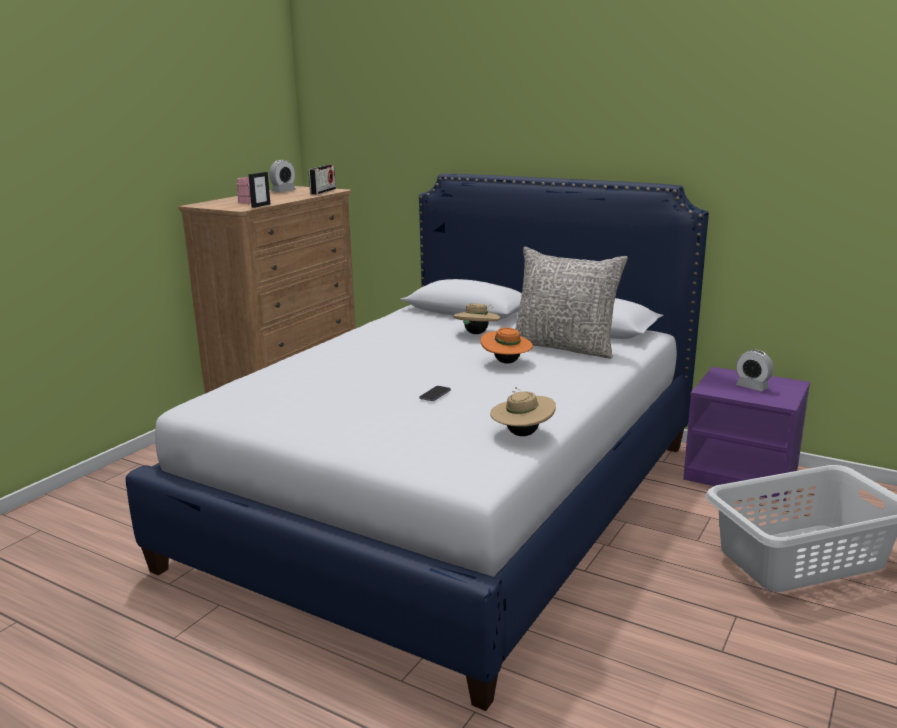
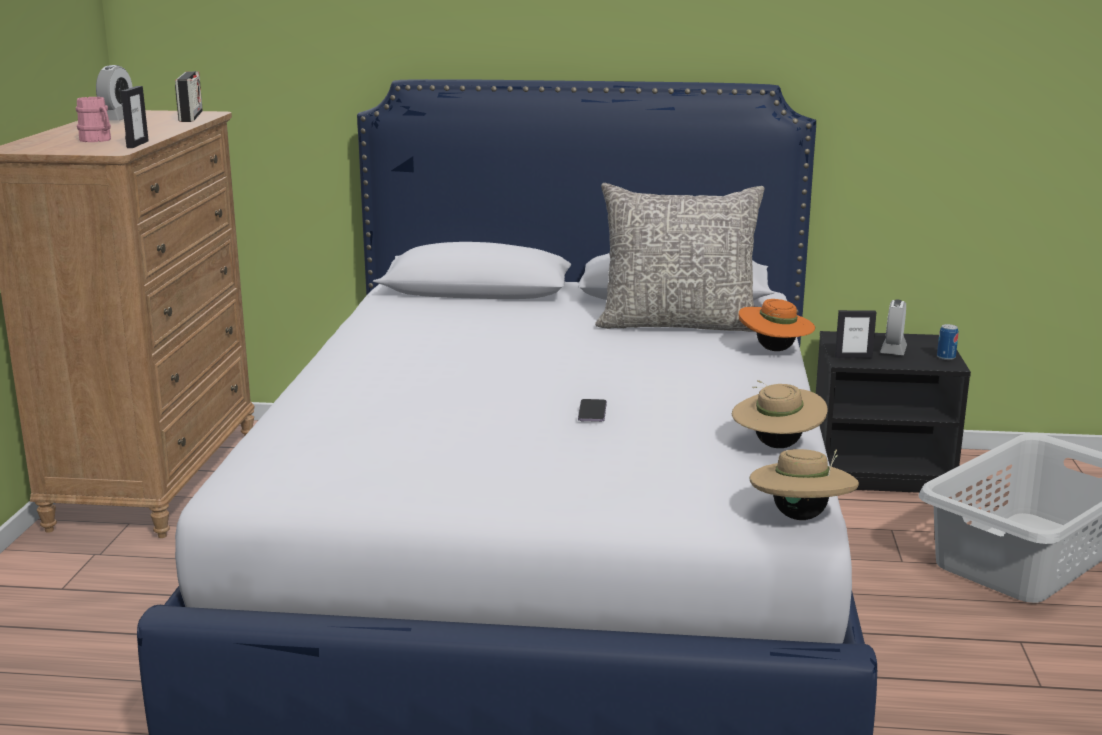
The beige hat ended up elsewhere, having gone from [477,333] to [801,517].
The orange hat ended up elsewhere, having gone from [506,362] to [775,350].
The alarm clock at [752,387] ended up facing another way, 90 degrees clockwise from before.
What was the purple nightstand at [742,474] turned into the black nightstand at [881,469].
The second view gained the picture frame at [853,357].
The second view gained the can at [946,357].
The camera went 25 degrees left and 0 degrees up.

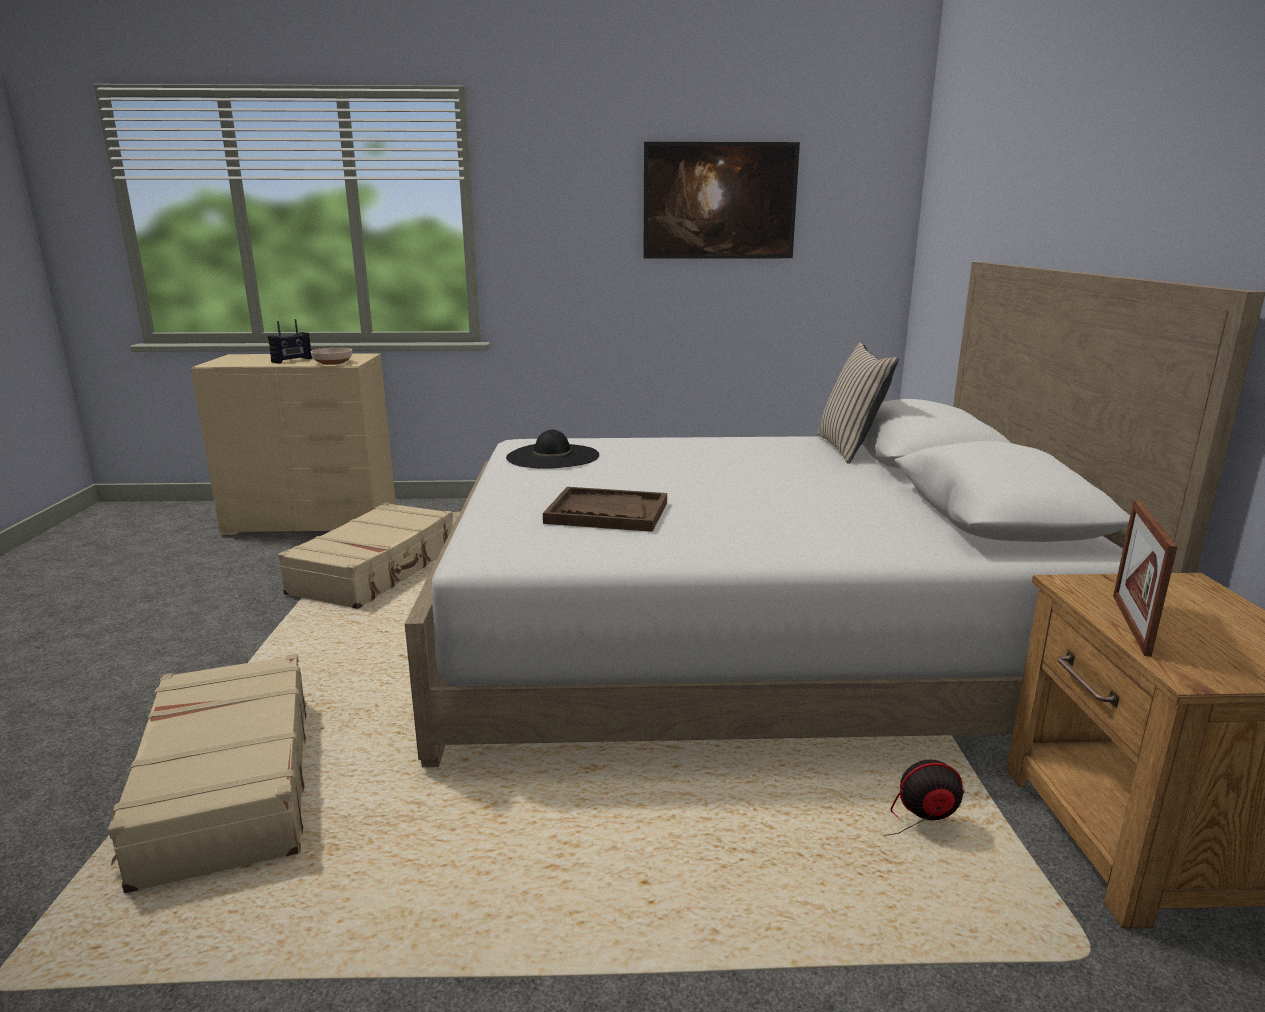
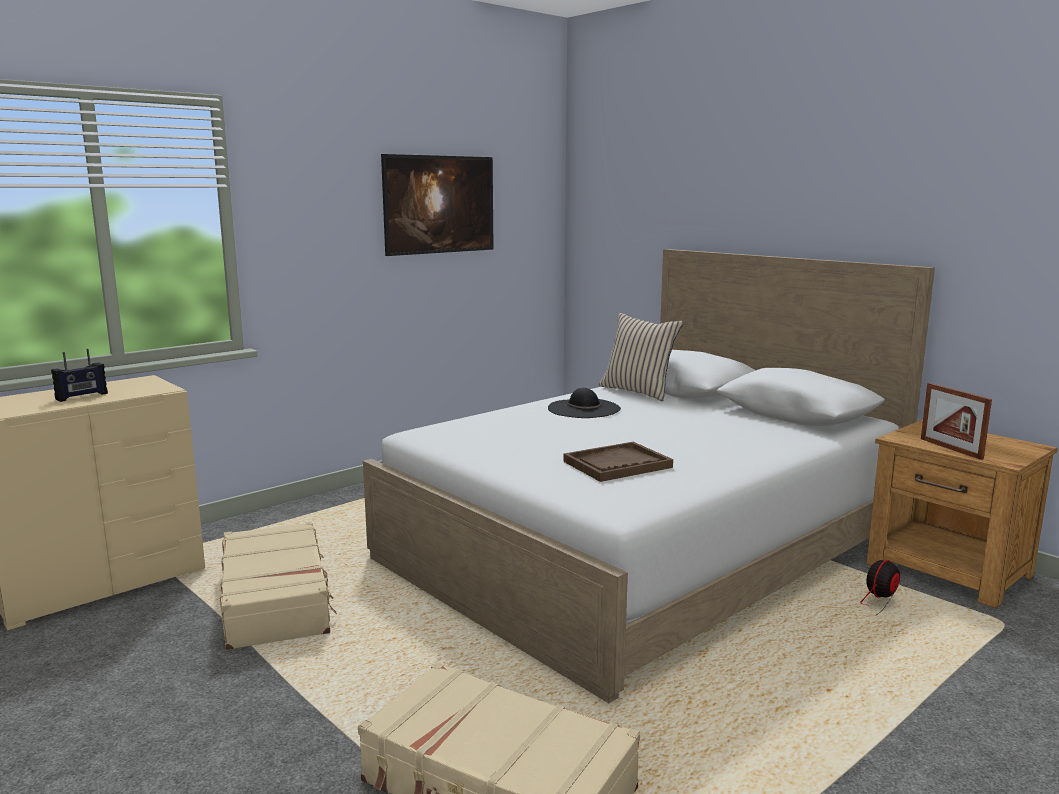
The radio at [292,360] ended up facing another way, 45 degrees clockwise from before.
The second view lost the bowl at [333,362].
The black hat ended up elsewhere, having gone from [553,456] to [584,408].
The camera went 40 degrees left and 5 degrees down.

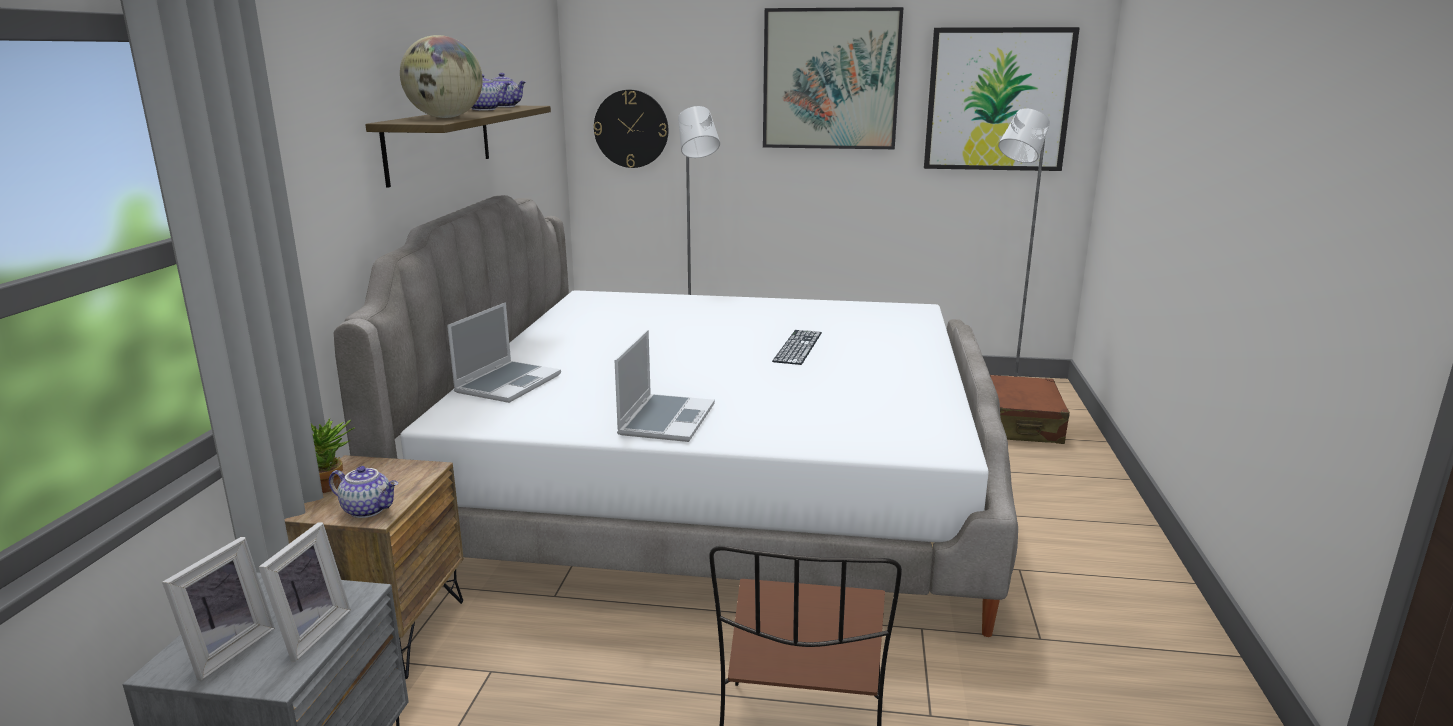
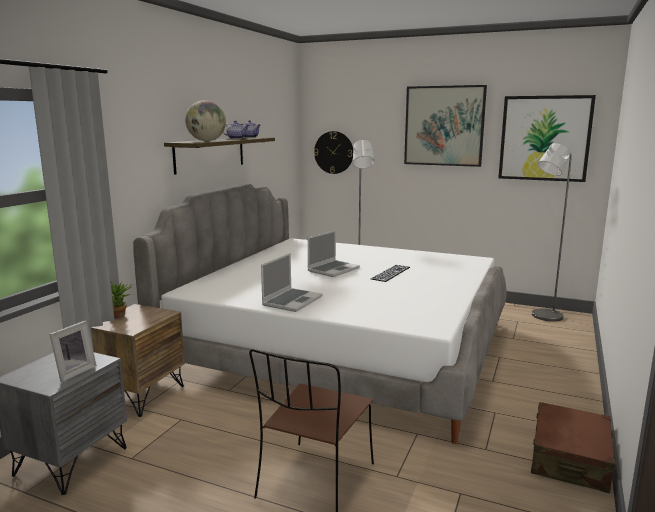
The laptop ended up elsewhere, having gone from [508,383] to [333,269].
The brown suitcase ended up elsewhere, having gone from [1020,424] to [569,459].
The second view lost the teapot at [368,509].
The second view lost the picture frame at [225,649].
The camera went 15 degrees right and 5 degrees down.

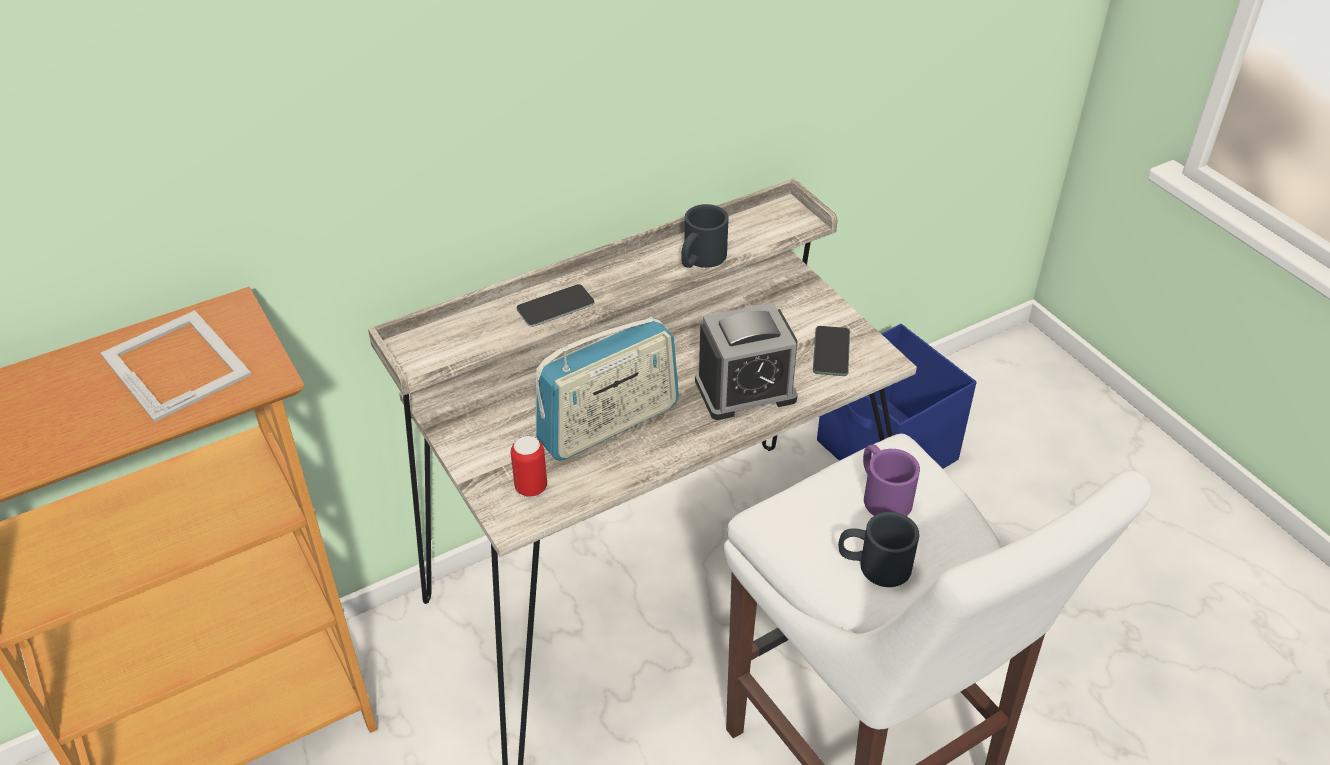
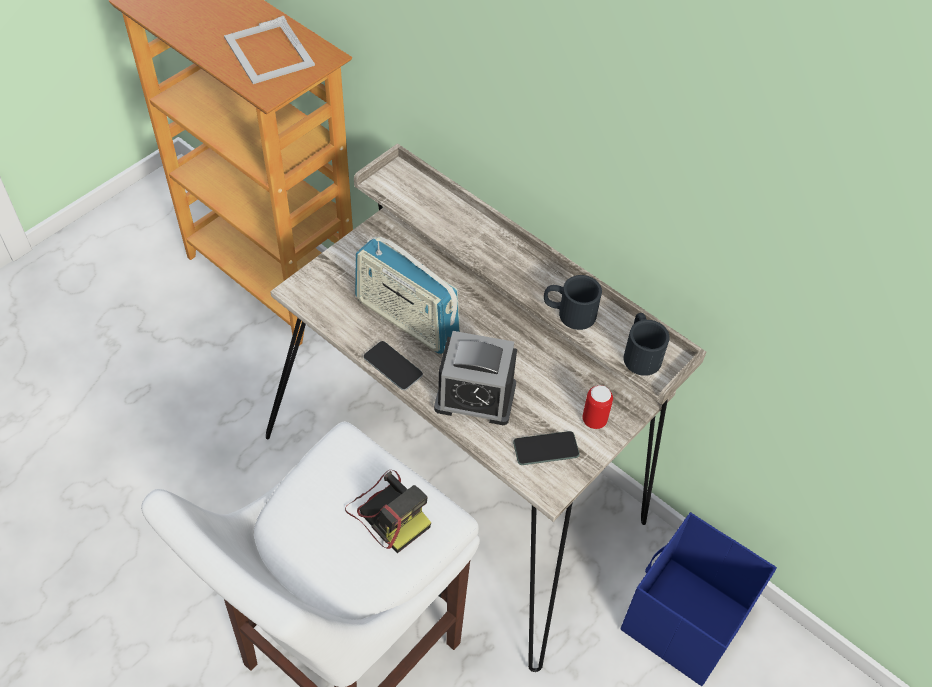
The phone ended up elsewhere, having gone from [555,306] to [393,366].
The alarm clock at [745,390] ended up facing another way, 45 degrees counterclockwise from before.
The picture frame at [176,363] ended up facing another way, 120 degrees clockwise from before.
The can ended up elsewhere, having gone from [531,487] to [594,420].
Where the purple mug stood at [882,494], the photo camera came to stand at [389,512].
The black mug ended up elsewhere, having gone from [873,565] to [640,352].
The camera went 70 degrees right and 10 degrees up.

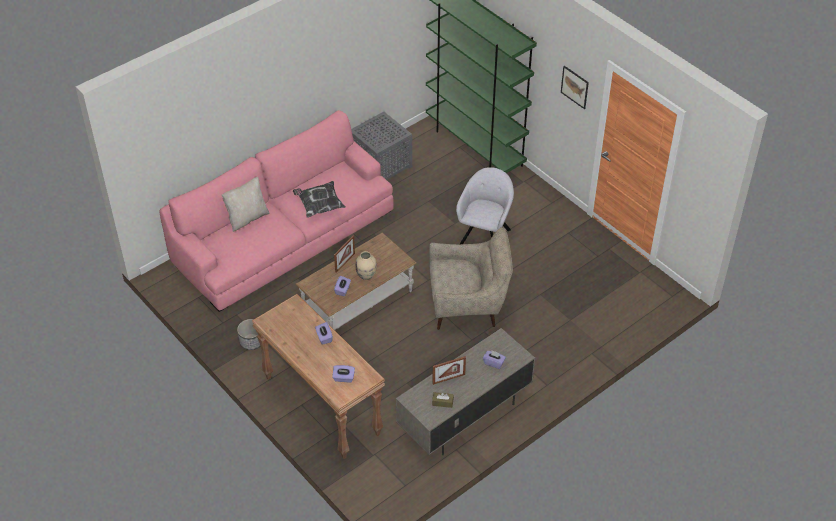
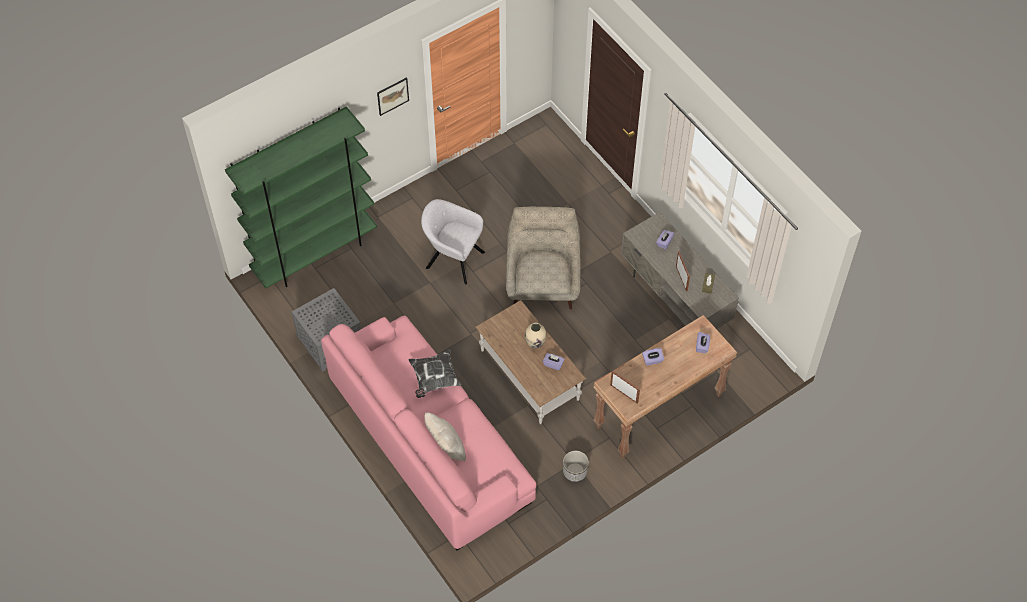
The picture frame ended up elsewhere, having gone from [345,262] to [624,393].
The camera went 85 degrees left and 10 degrees up.

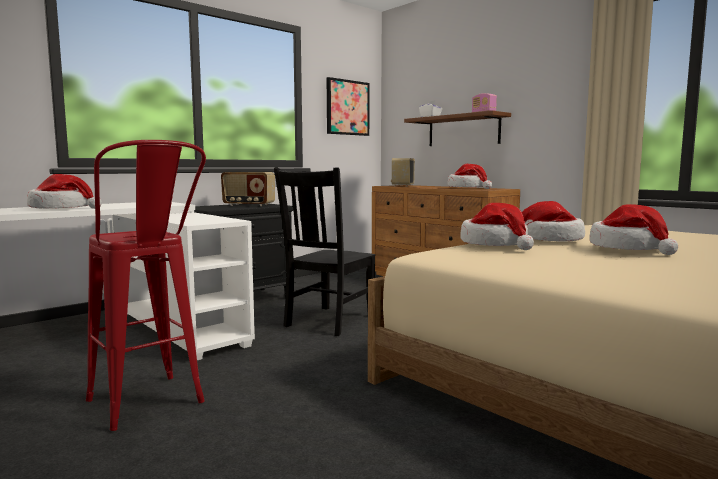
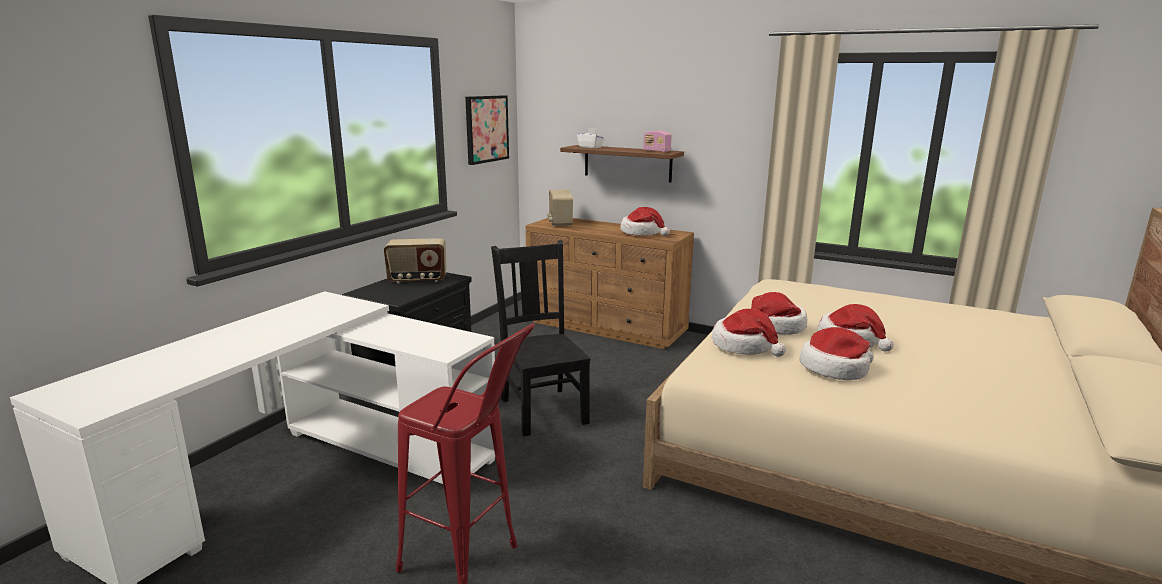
The black chair at [328,321] ended up facing another way, 150 degrees clockwise from before.
The hat ended up elsewhere, having gone from [62,208] to [835,369].
The camera went 20 degrees left and 10 degrees up.

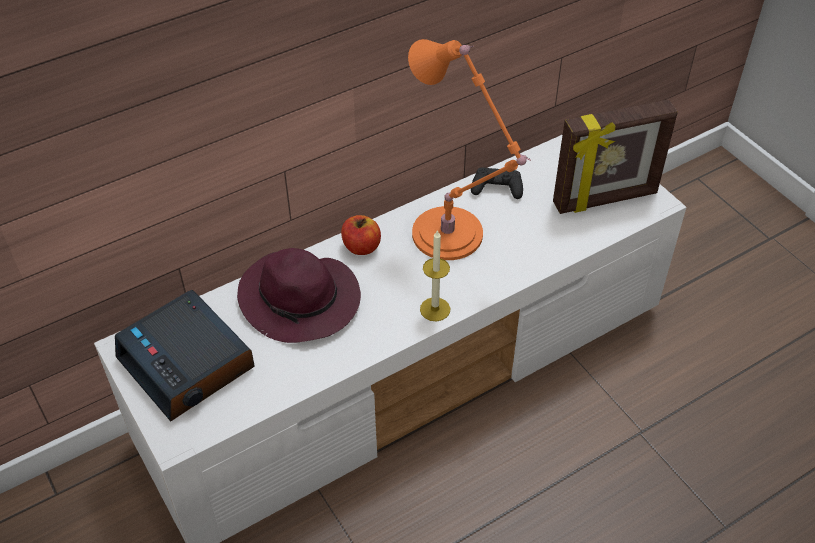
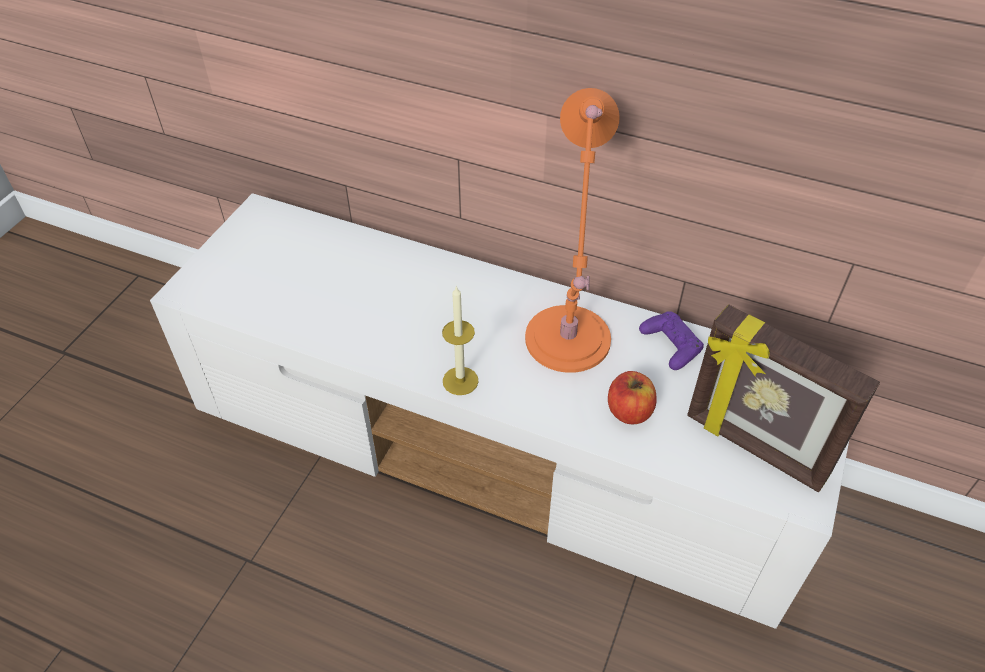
What was the black game controller at [497,188] turned into the purple game controller at [671,345].
The apple ended up elsewhere, having gone from [361,247] to [629,411].
The second view lost the purple hat at [301,301].
The second view lost the alarm clock at [188,363].
The camera went 55 degrees right and 0 degrees up.

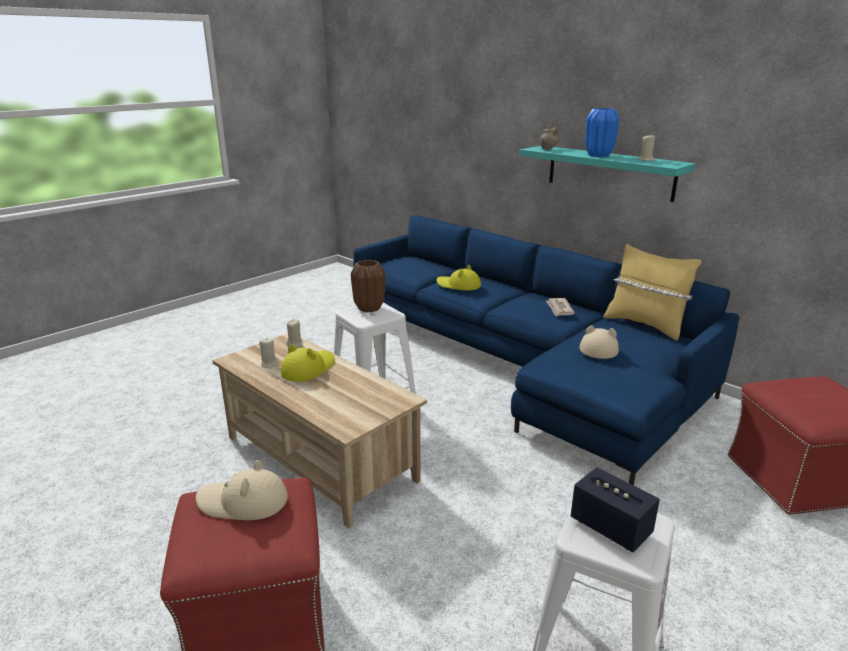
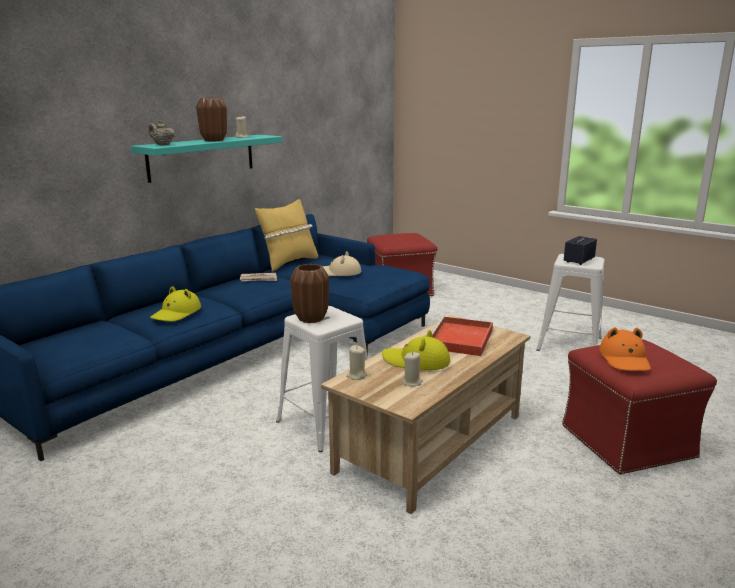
What was the blue vase at [598,155] turned into the brown vase at [214,140].
What was the beige hat at [243,502] turned into the orange hat at [625,359].
The second view gained the red tray at [460,340].
The camera went 95 degrees left and 5 degrees down.

